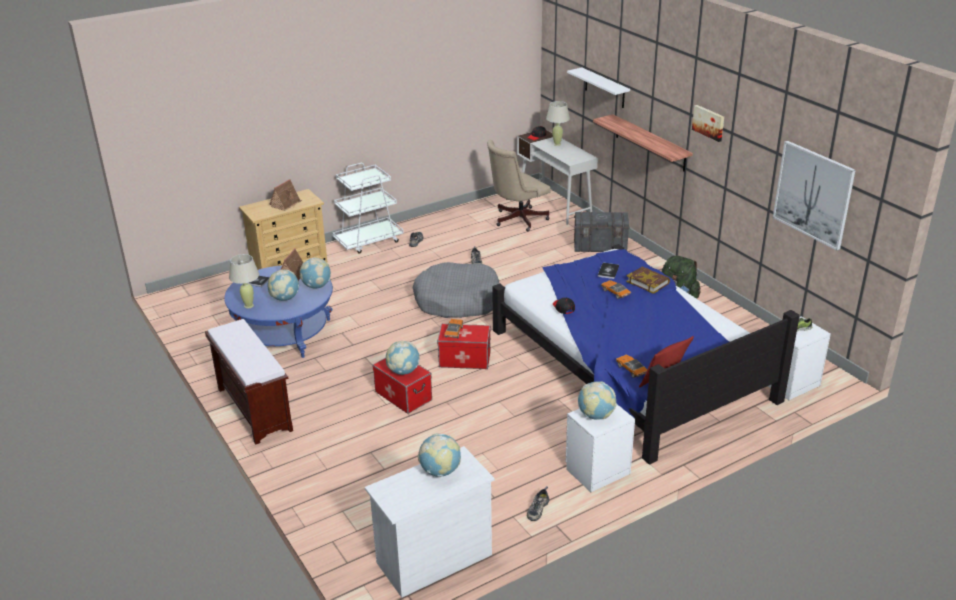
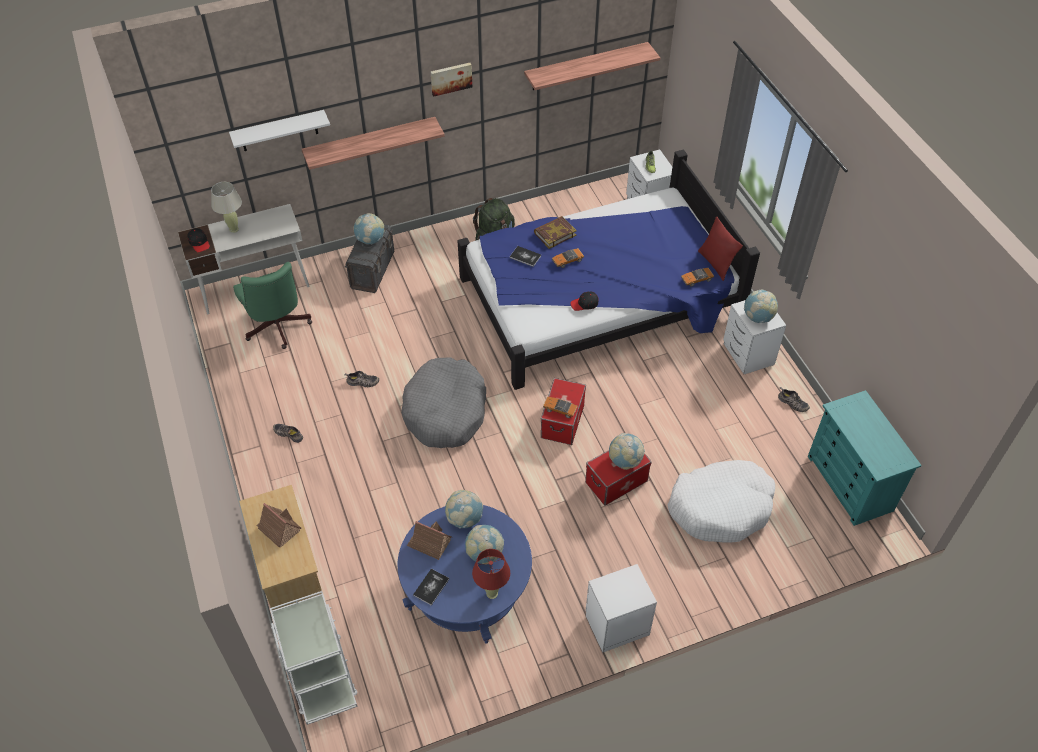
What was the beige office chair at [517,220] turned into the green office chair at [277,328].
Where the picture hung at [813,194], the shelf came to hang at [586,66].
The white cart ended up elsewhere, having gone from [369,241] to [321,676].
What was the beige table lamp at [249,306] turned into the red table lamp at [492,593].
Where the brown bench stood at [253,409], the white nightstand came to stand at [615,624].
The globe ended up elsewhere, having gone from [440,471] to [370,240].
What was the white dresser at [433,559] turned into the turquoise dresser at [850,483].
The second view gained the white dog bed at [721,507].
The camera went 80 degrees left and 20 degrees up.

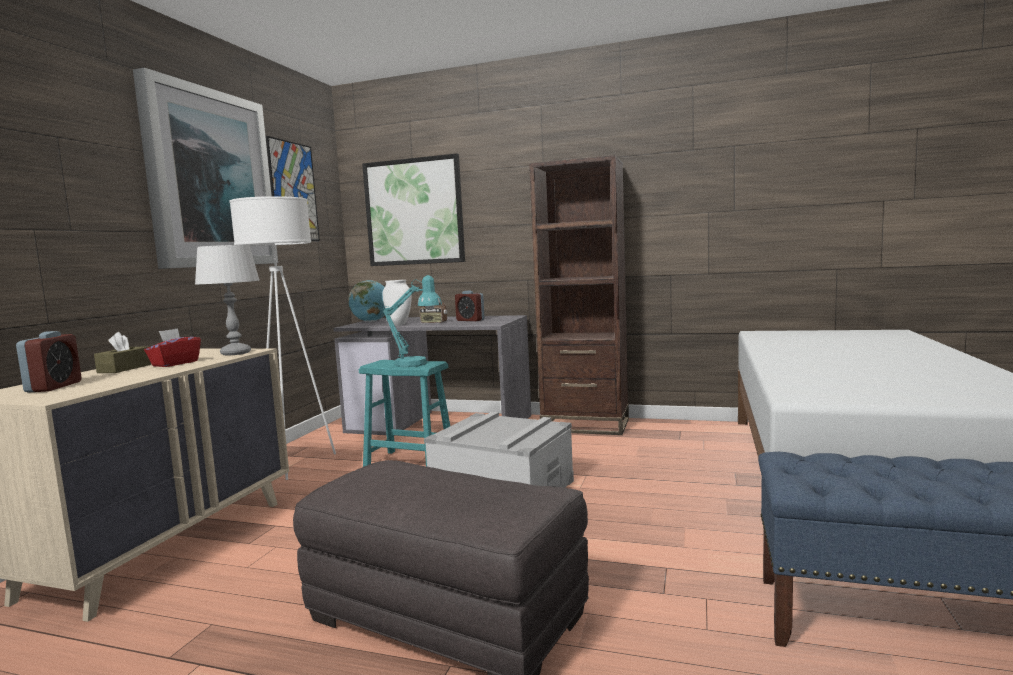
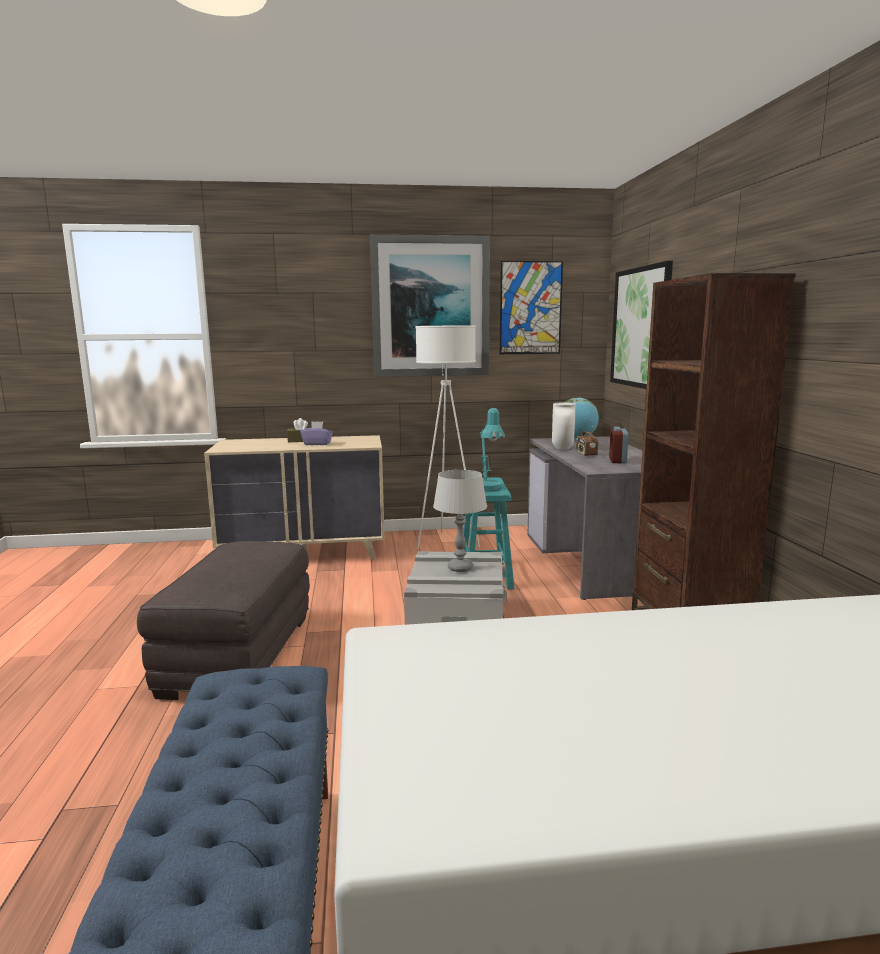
The grey table lamp ended up elsewhere, having gone from [235,353] to [459,568].
What was the red tissue box at [175,363] turned into the purple tissue box at [317,444].
The second view lost the alarm clock at [54,387].
The camera went 65 degrees right and 5 degrees up.

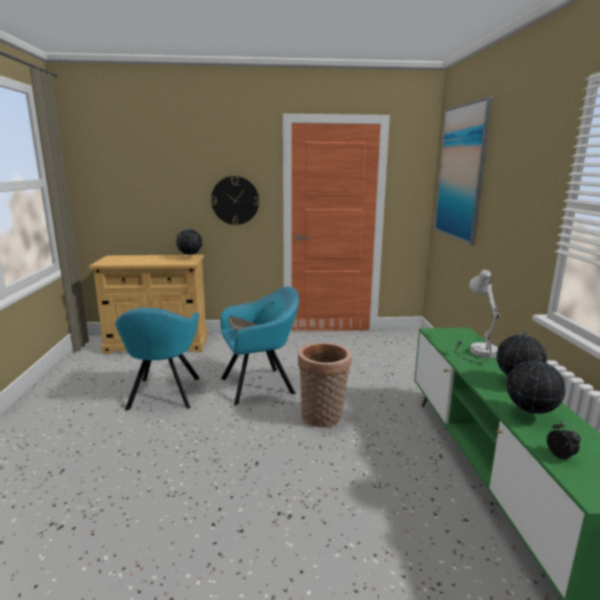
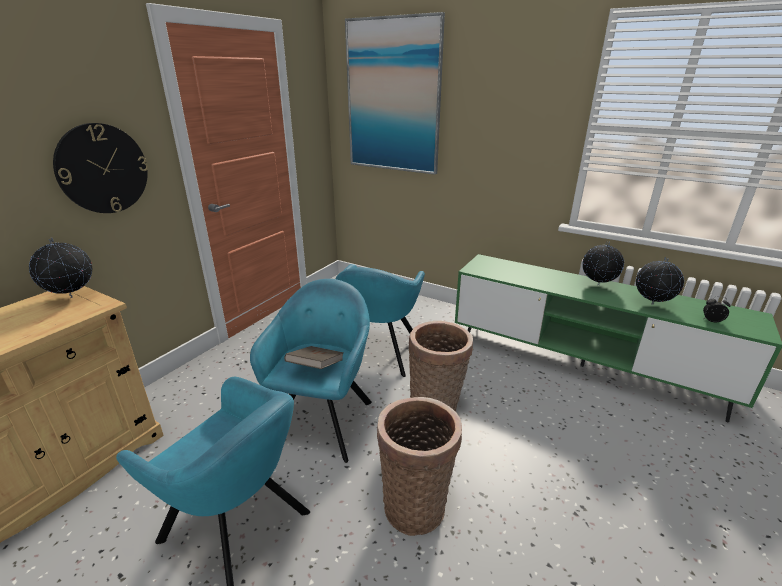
The second view lost the white table lamp at [474,351].
The second view gained the turquoise armchair at [380,354].
The second view gained the basket at [416,503].
The camera went 55 degrees left and 10 degrees up.

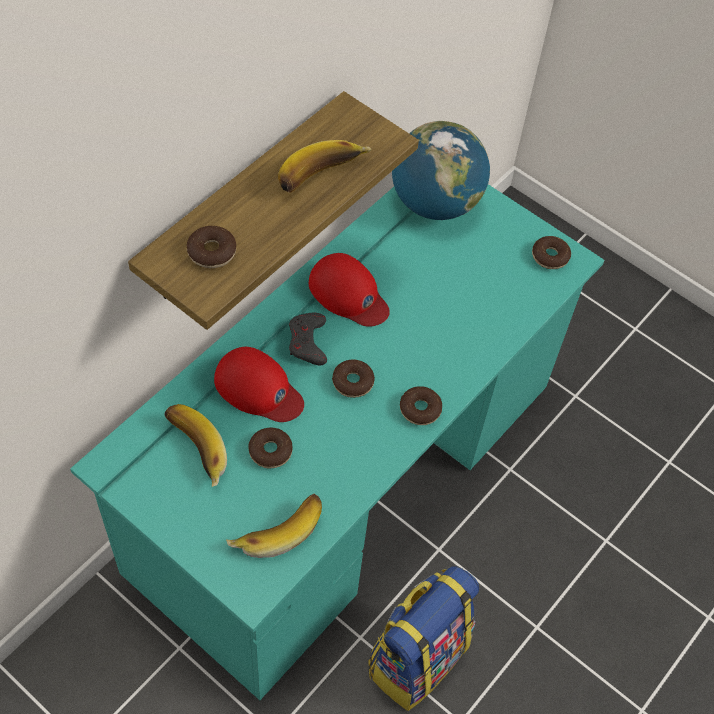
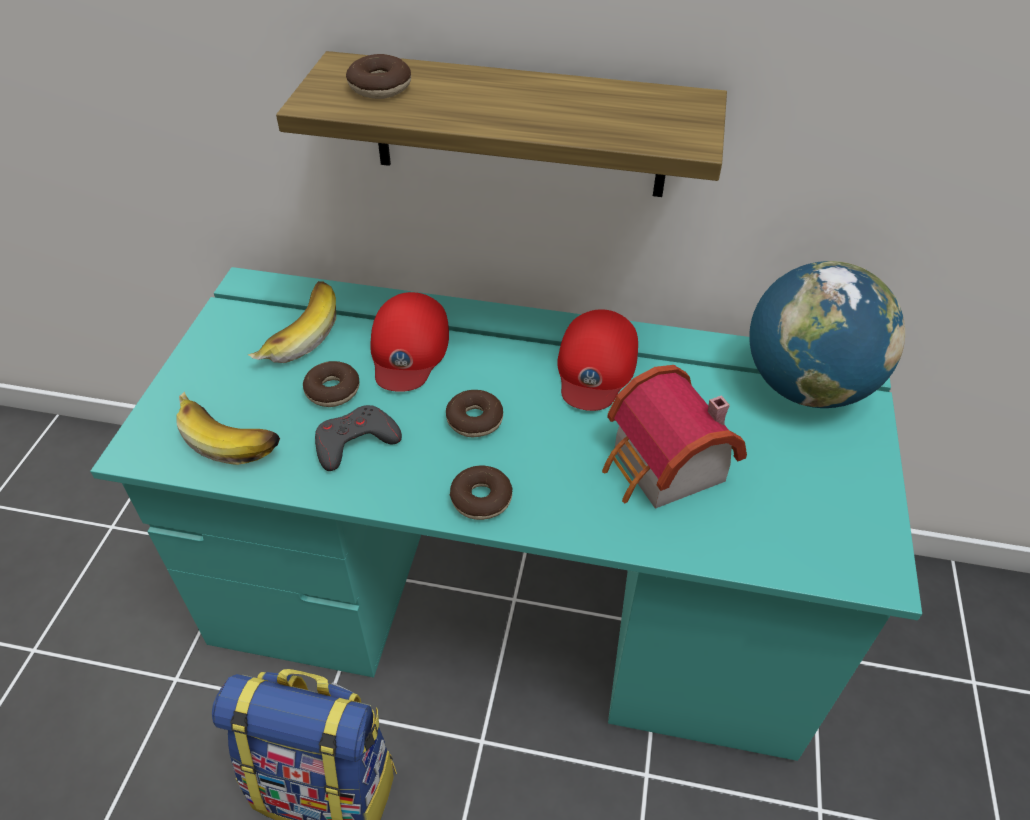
The second view lost the banana at [323,179].
The second view lost the donut at [550,257].
The grey game controller ended up elsewhere, having gone from [307,342] to [355,442].
The second view gained the toy house at [664,470].
The camera went 65 degrees right and 10 degrees down.

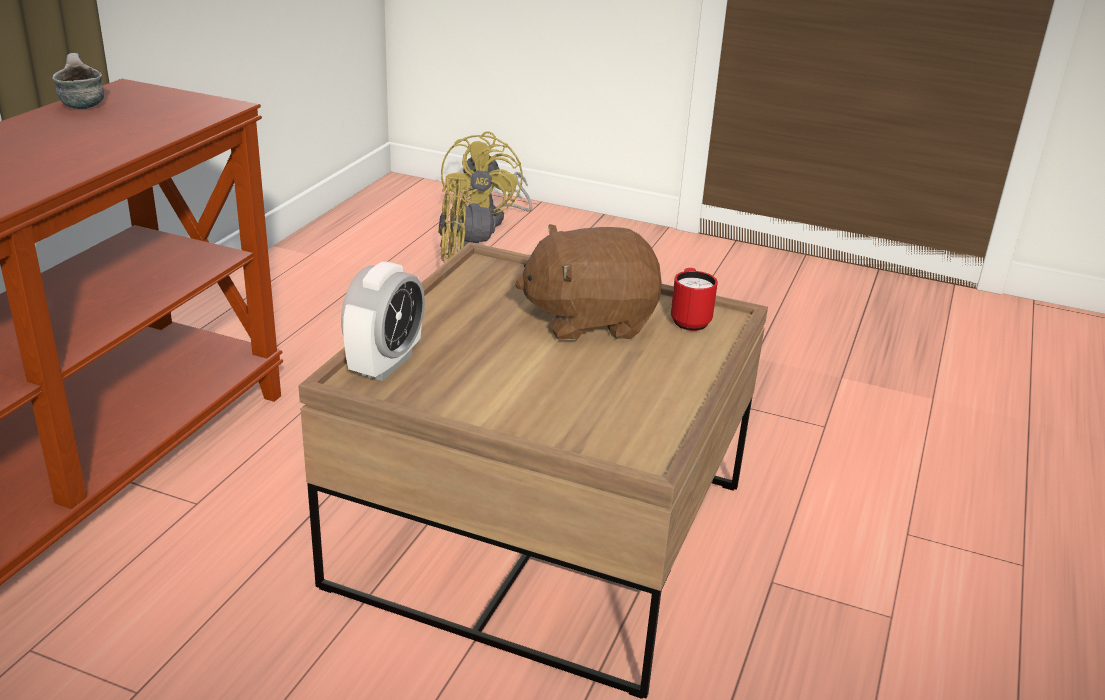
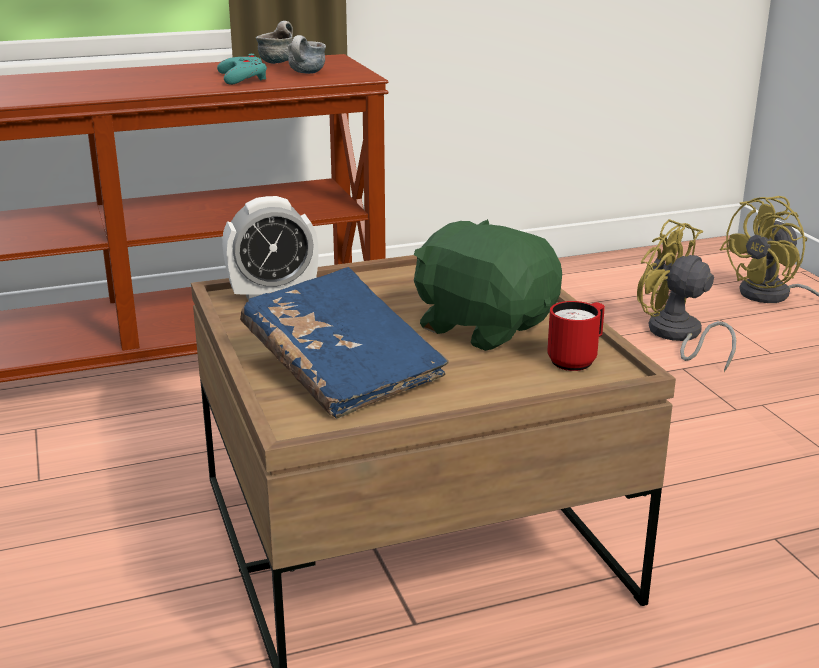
What was the brown plush toy at [589,320] turned into the green plush toy at [484,326].
The second view gained the mug at [306,73].
The second view gained the turquoise game controller at [242,77].
The second view gained the blue book at [343,369].
The camera went 50 degrees right and 5 degrees down.

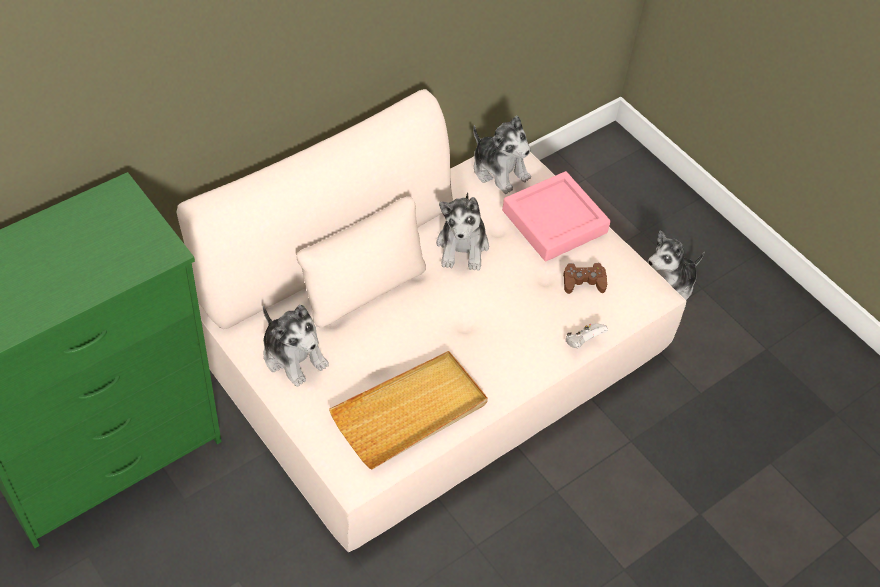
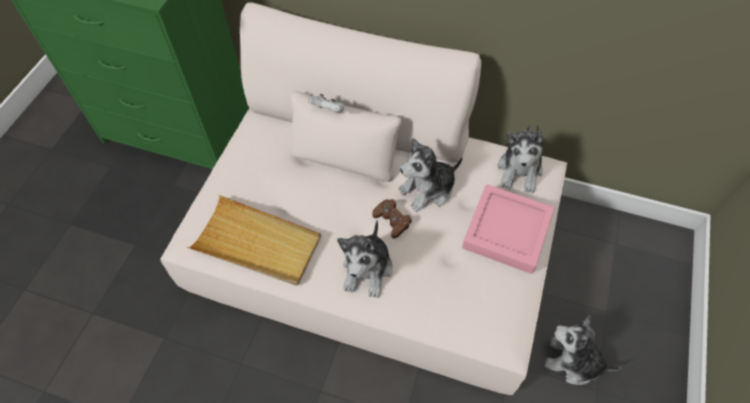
The brown game controller ended up elsewhere, having gone from [583,282] to [392,220].
The plush toy ended up elsewhere, having gone from [293,356] to [368,269].
The white game controller ended up elsewhere, having gone from [583,342] to [328,110].
The camera went 60 degrees right and 5 degrees up.

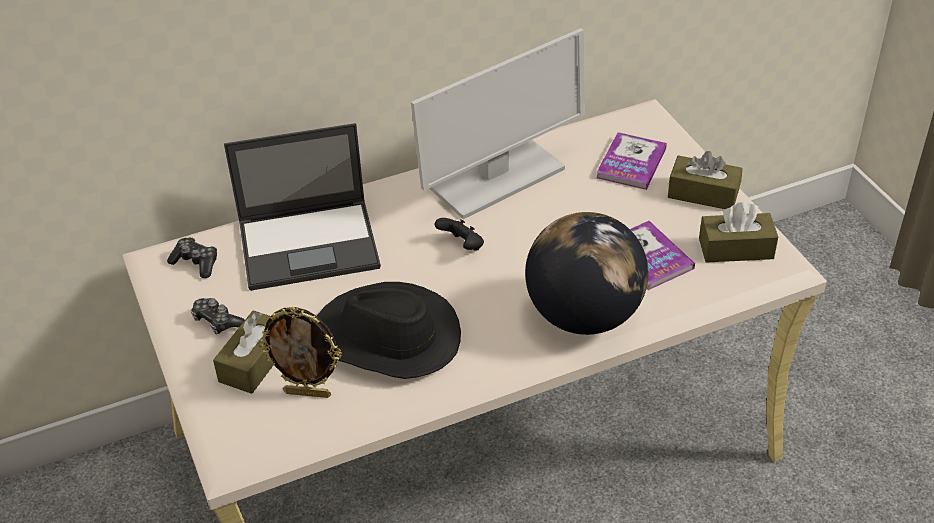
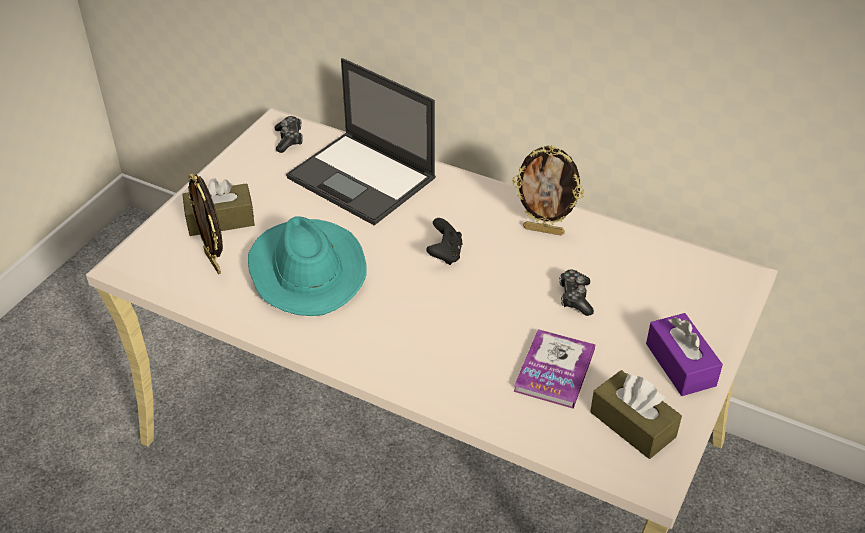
Where the monitor stood at [496,179], the picture frame came to stand at [544,230].
The second view lost the book at [631,163].
What was the brown tissue box at [703,194] turned into the purple tissue box at [680,364].
The second view lost the globe at [584,315].
What was the black hat at [387,337] turned into the turquoise hat at [306,270].
The game controller ended up elsewhere, having gone from [217,321] to [575,297].
The camera went 50 degrees right and 0 degrees up.

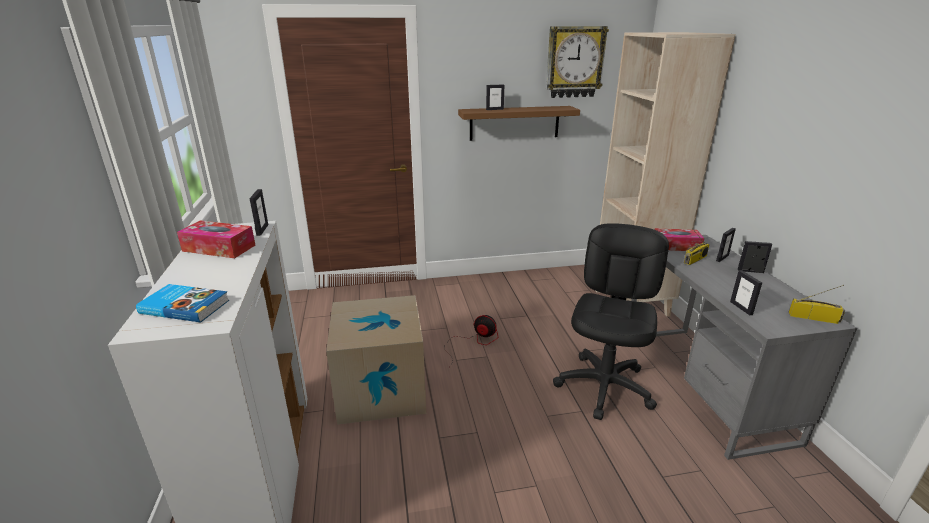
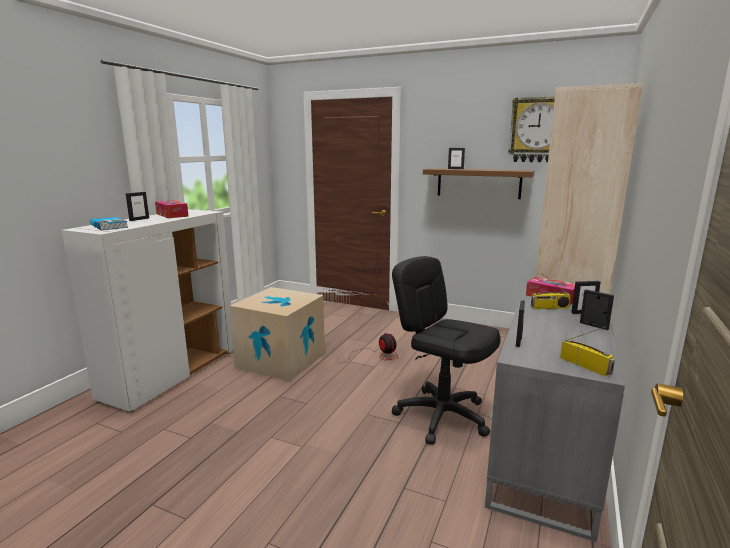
The picture frame ended up elsewhere, having gone from [262,230] to [139,219].
The black office chair at [604,386] ended up facing another way, 105 degrees counterclockwise from before.
The camera went 35 degrees right and 10 degrees down.

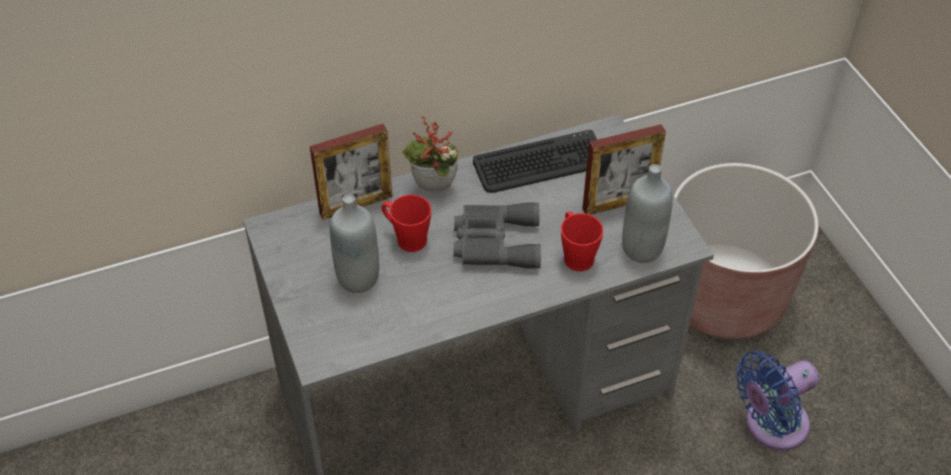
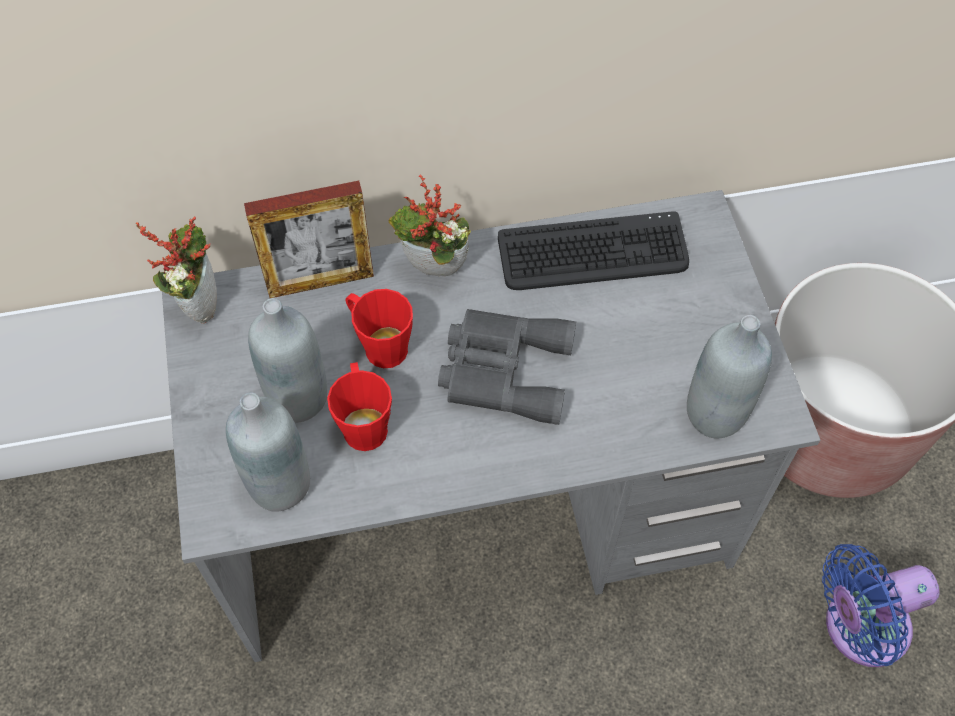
The second view lost the picture frame at [618,203].
The red mug ended up elsewhere, having gone from [576,255] to [364,422].
The second view gained the potted plant at [198,303].
The second view gained the grey bottle at [280,485].
The camera went 10 degrees right and 10 degrees up.

